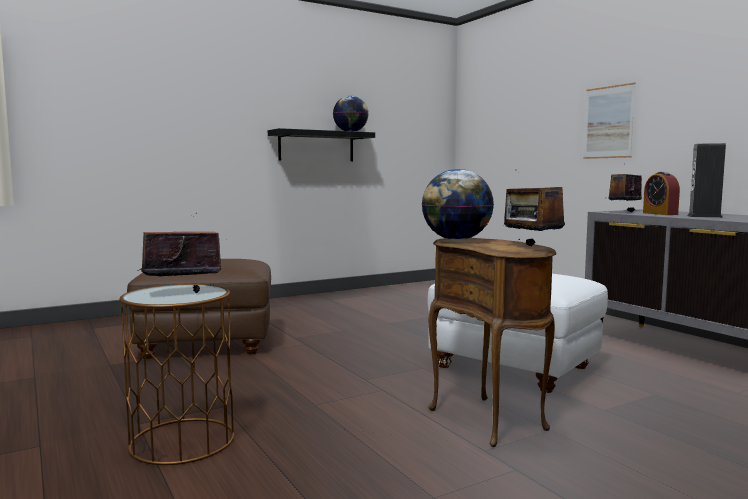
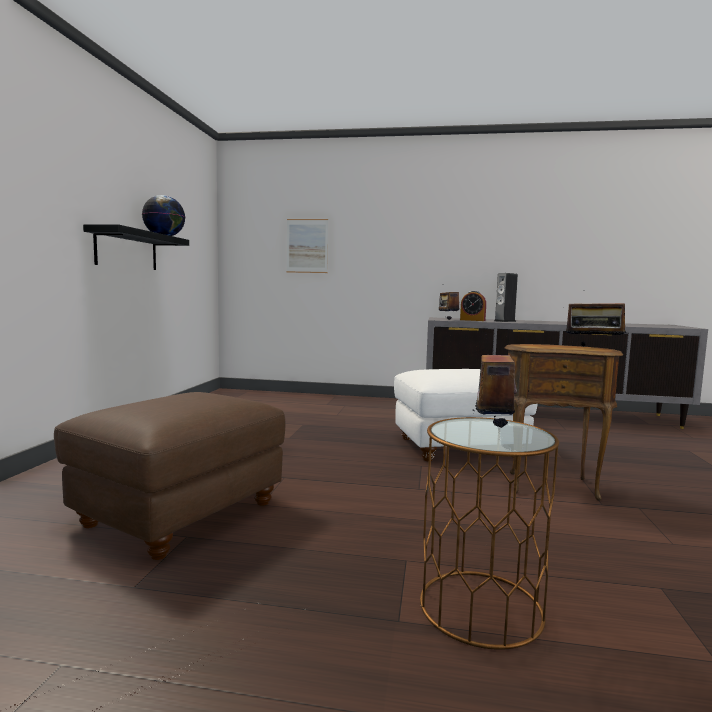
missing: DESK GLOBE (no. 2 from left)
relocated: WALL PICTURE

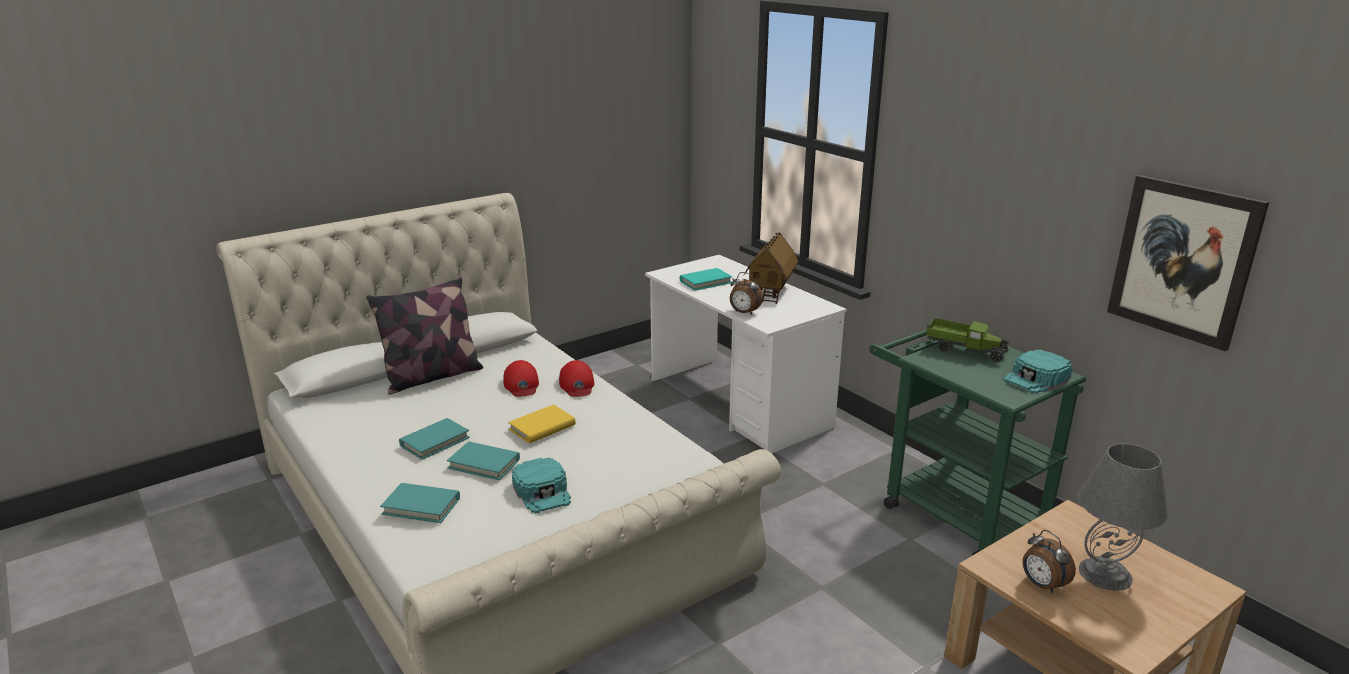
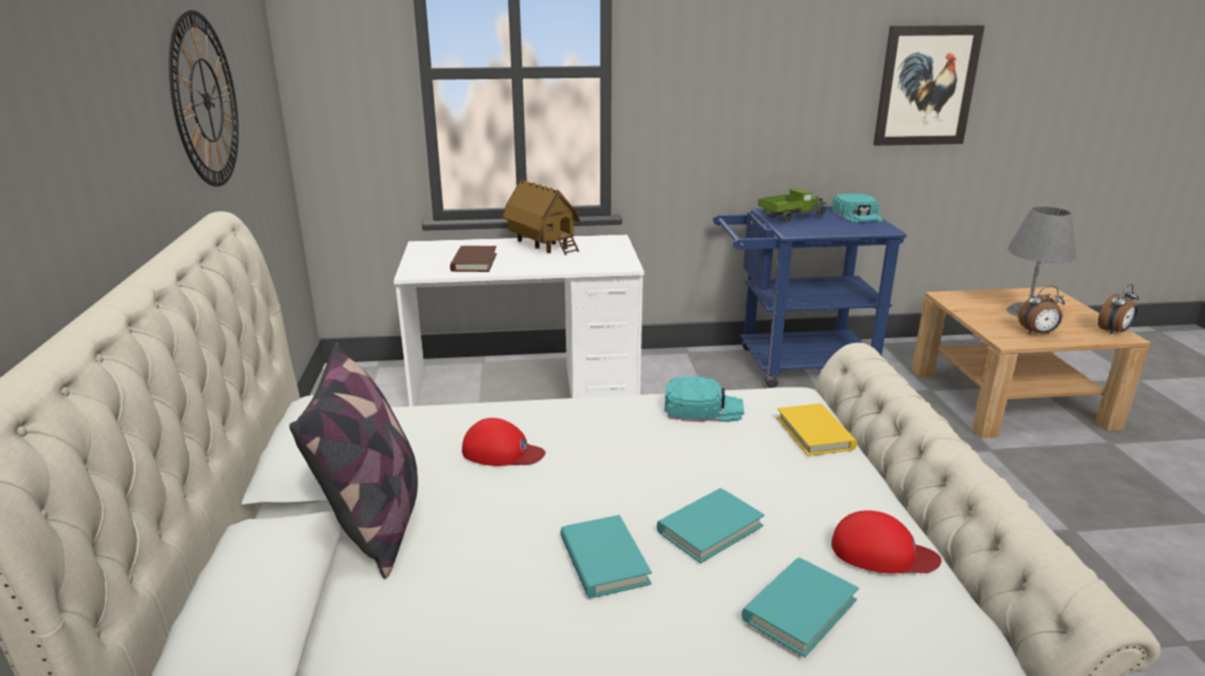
appeared: CLOCK ON THE WALL
relocated: TURQUOISE-COLOURED PEAKED CAP (no. 1 from left); YELLOWISH BOOK; RED-COLOURED PEAKED CAP (no. 2 from left); TABLE CLOCK (no. 1 from left in the first image) to TABLE CLOCK (no. 2 from left)
colour: TURQUOISE-COLOURED BOOK (no. 4 from left) to BROWN BOOK; GREEN CART to BLUE CART

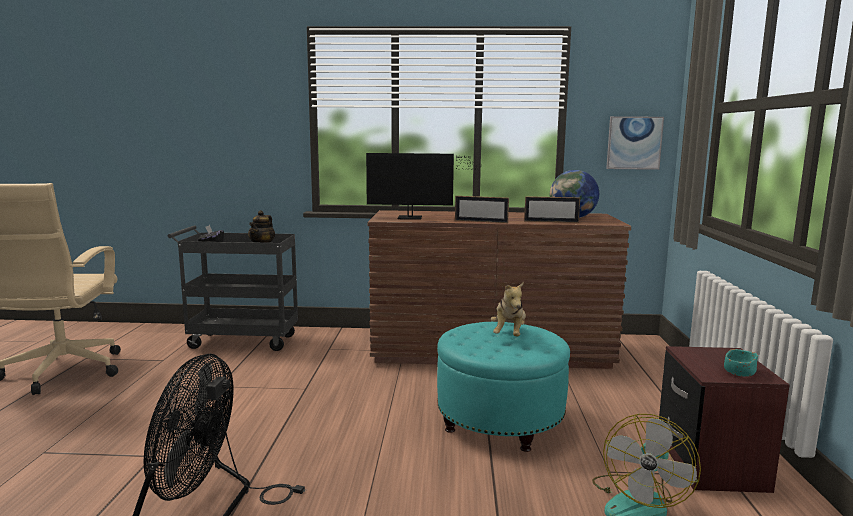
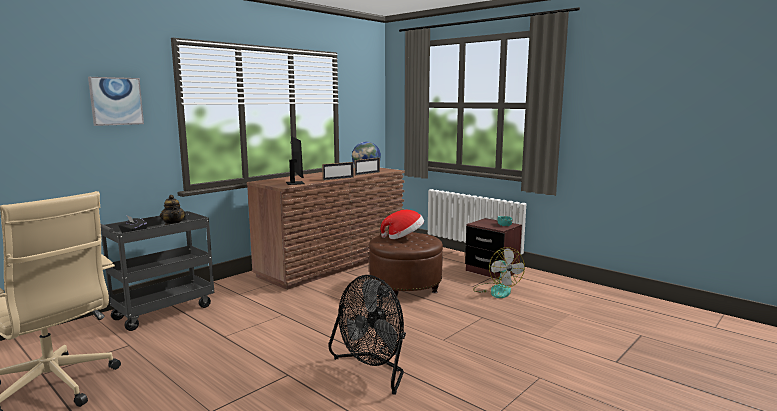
relocated: WALL PICTURE
exchanged: PLUSH TOY to WEARABLE HAT
colour: TURQUOISE-COLOURED FOOTREST to BROWN FOOTREST
spun: COMPUTER DISPLAY 60 degrees counterclockwise

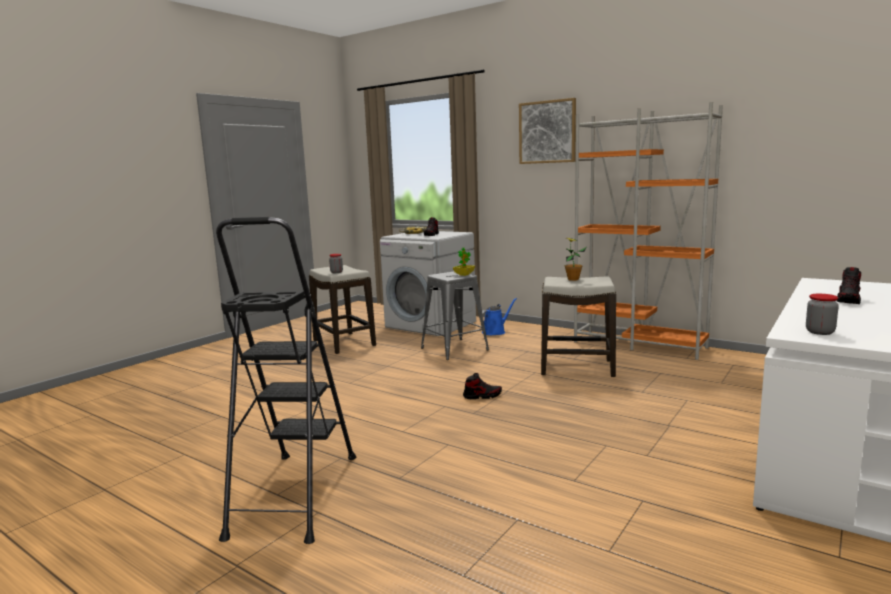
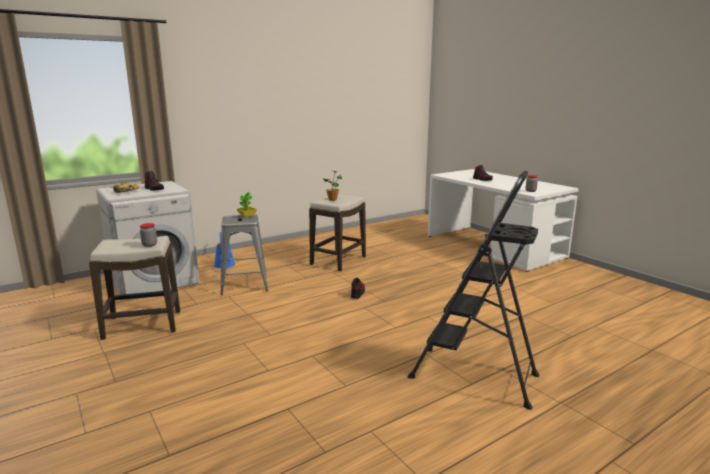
missing: WALL PICTURE; ORANGE BOOKCASE

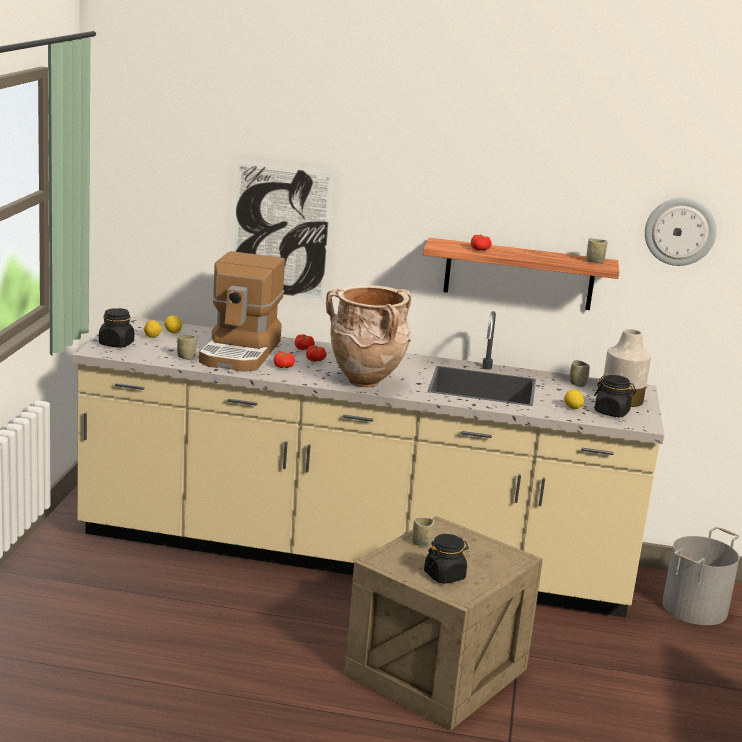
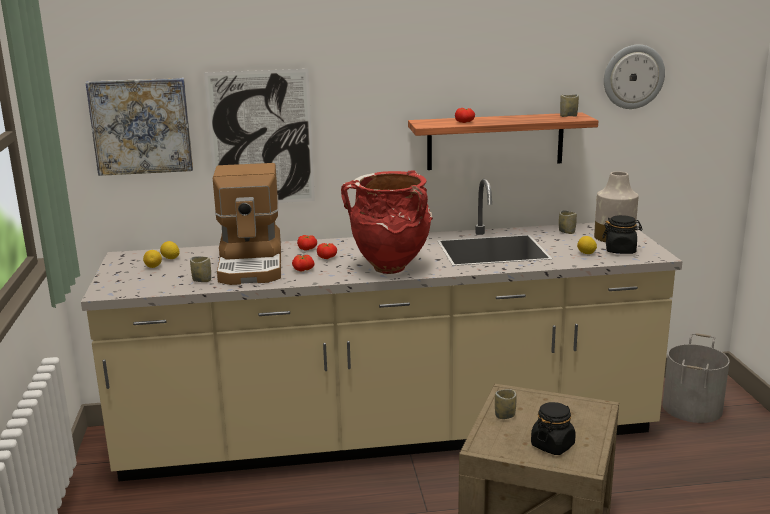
missing: BLACK-COLOURED STORAGE JAR (no. 1 from left)
appeared: WALL PICTURE (no. 1 from left)
colour: SAND-COLOURED VASE (no. 1 from left) to RED-COLOURED VASE

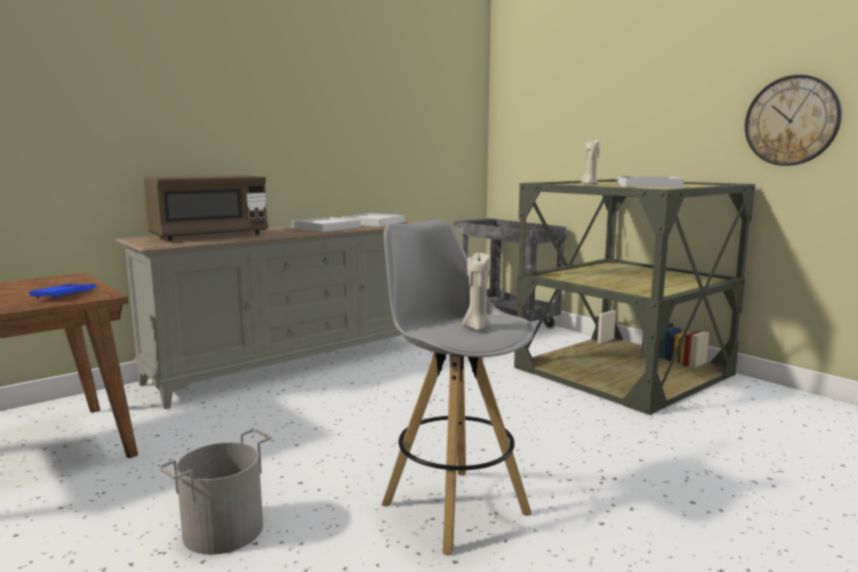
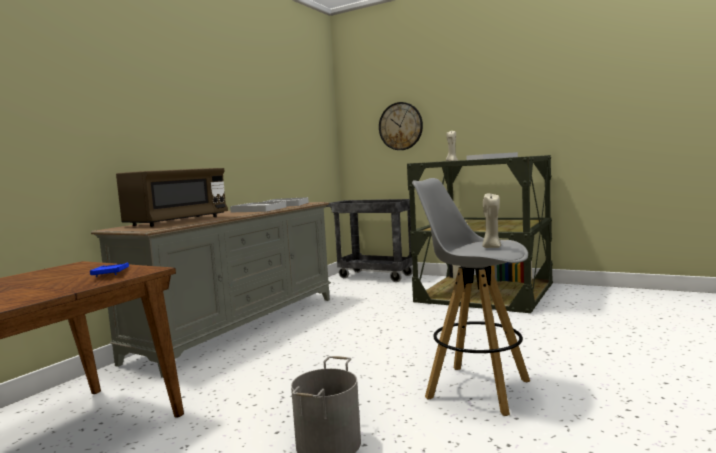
relocated: CLOCK ON THE WALL

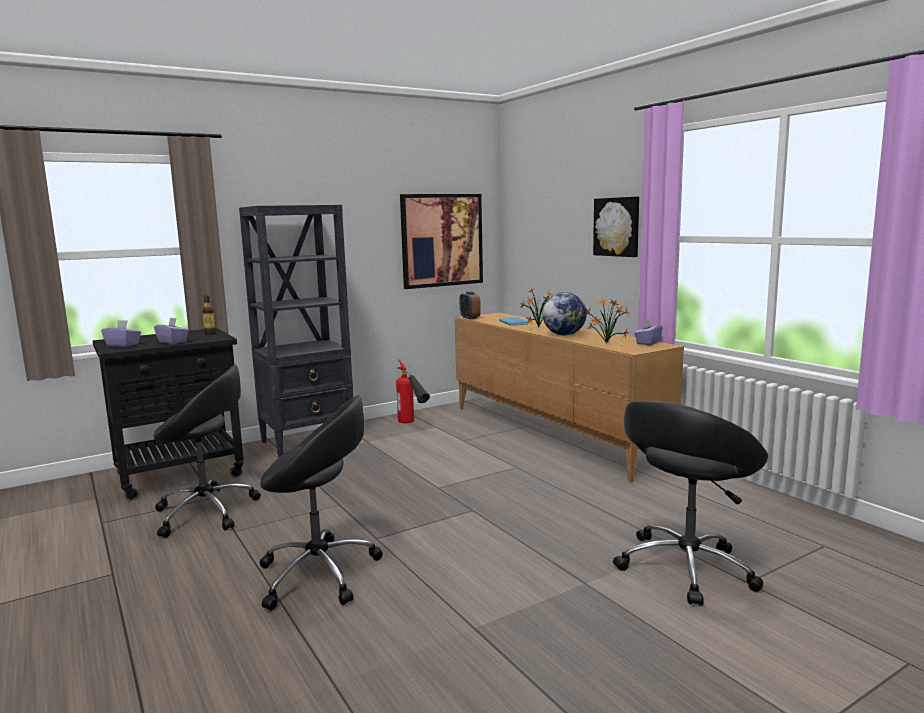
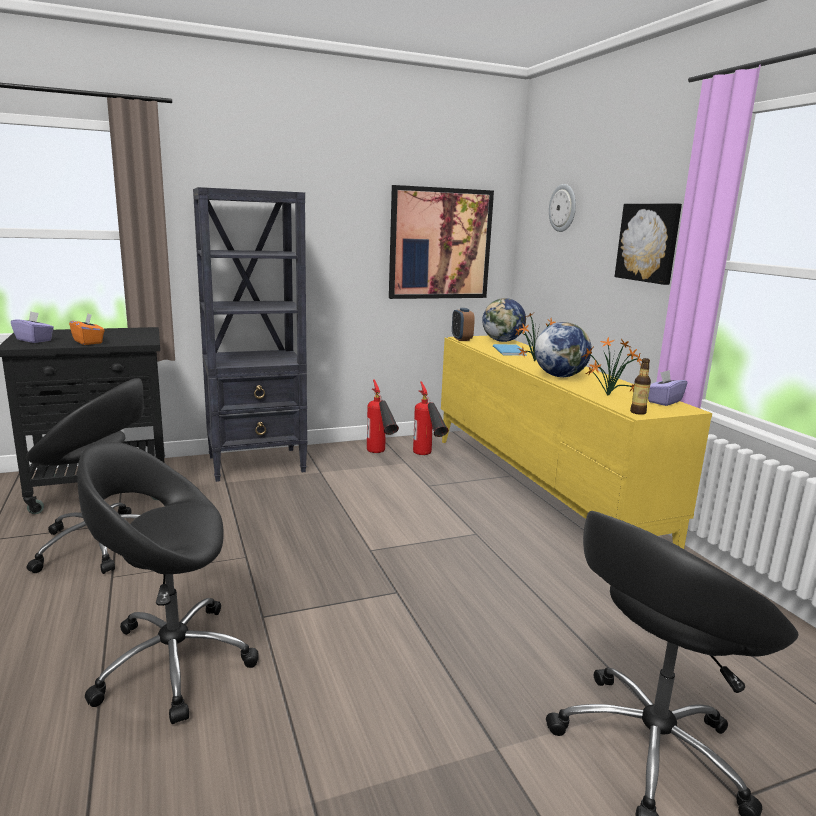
appeared: FIRE EXTINGUISHER (no. 2 from left); DESK GLOBE (no. 1 from left); CLOCK ON THE WALL
relocated: BOTTLE
colour: PURPLE-COLOURED TISSUE BOX (no. 2 from left) to ORANGE TISSUE BOX; BROWN STORAGE CABINET to YELLOWISH STORAGE CABINET
spun: BLACK-COLOURED OFFICE CHAIR (no. 2 from left) 150 degrees clockwise

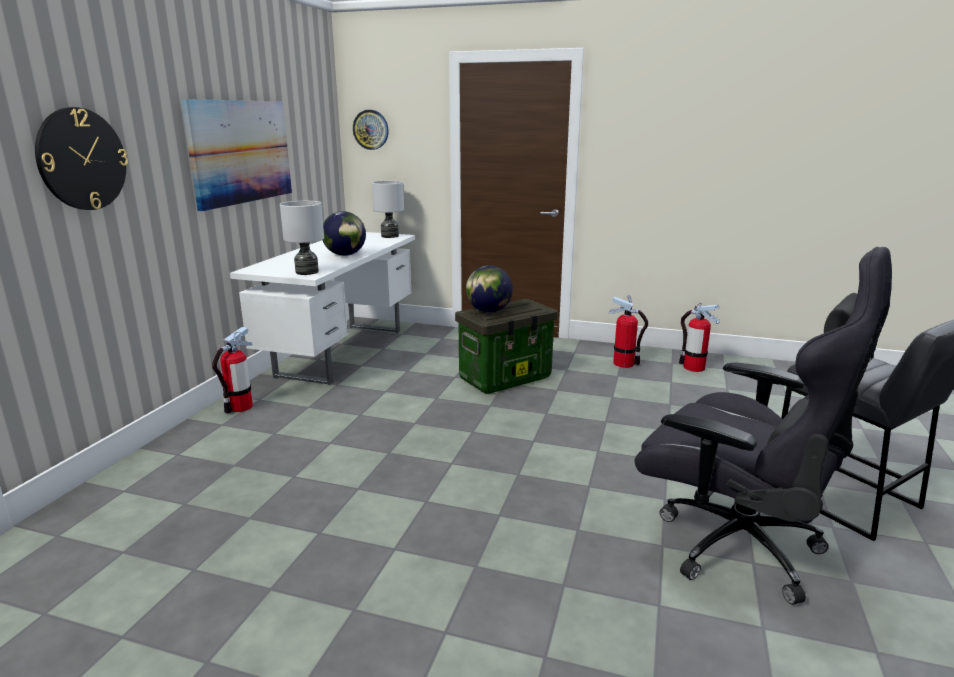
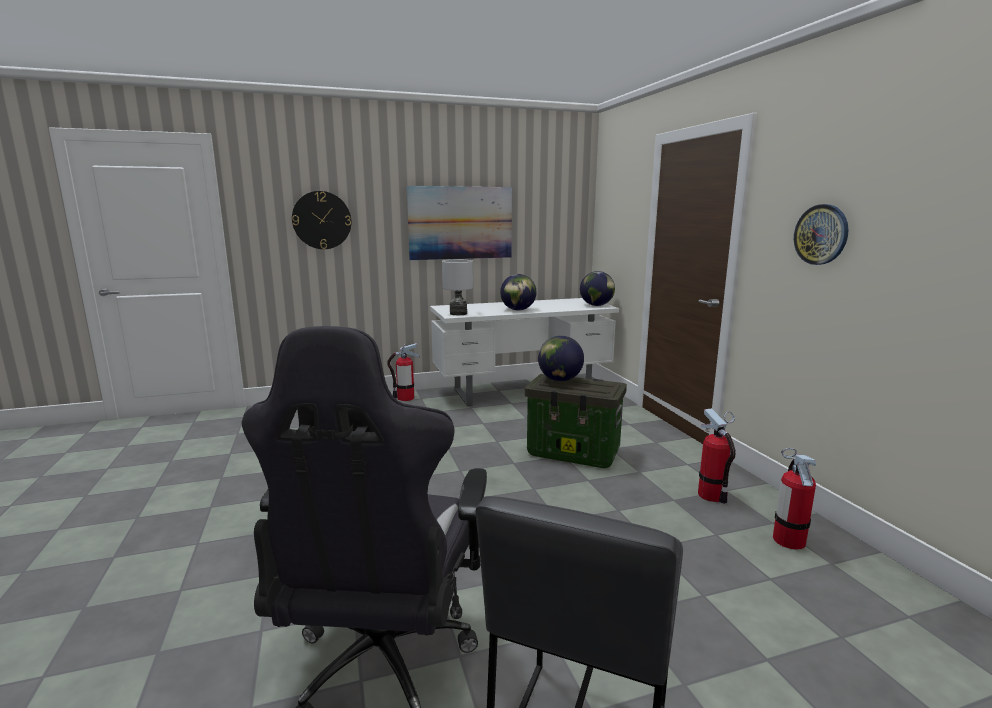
relocated: CLOCK ON THE WALL (no. 2 from left)
exchanged: GREY TABLETOP LAMP (no. 2 from left) to DESK GLOBE (no. 3 from left)

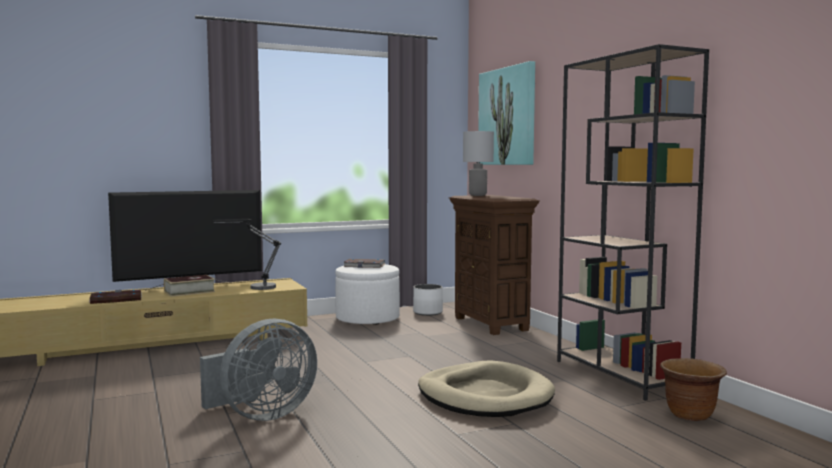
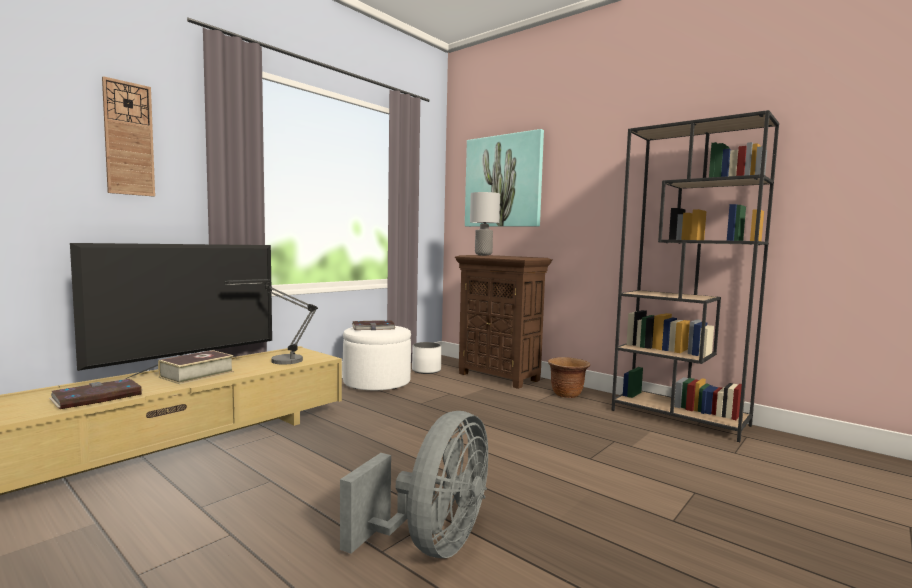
missing: SAND-COLOURED PET BED
appeared: CLOCK ON THE WALL
relocated: BROWN FLOWER POT

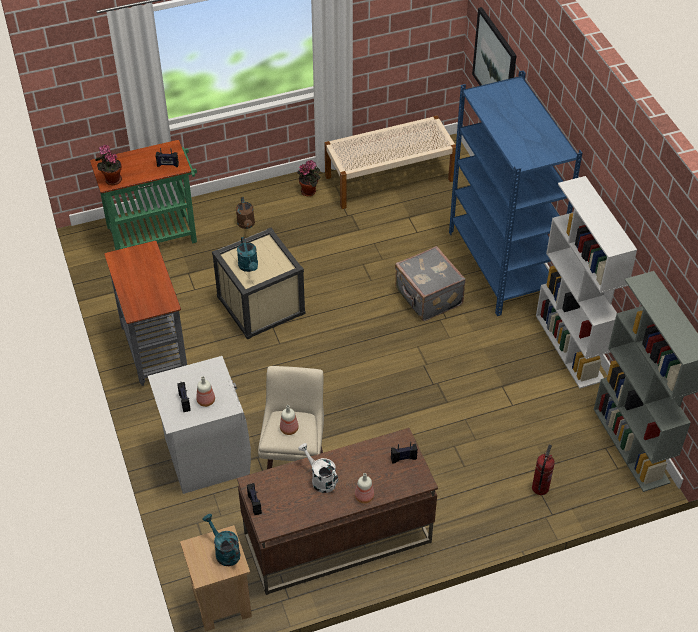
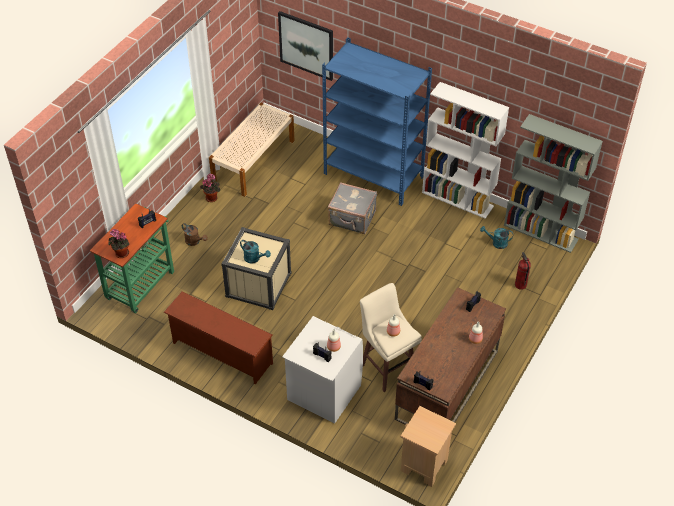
missing: WHITE WATERING POT
relocated: TURQUOISE-COLOURED WATERING POT (no. 1 from left in the first image) to TURQUOISE-COLOURED WATERING POT (no. 2 from left)
exchanged: GREY CART to BROWN SHOE STAND

